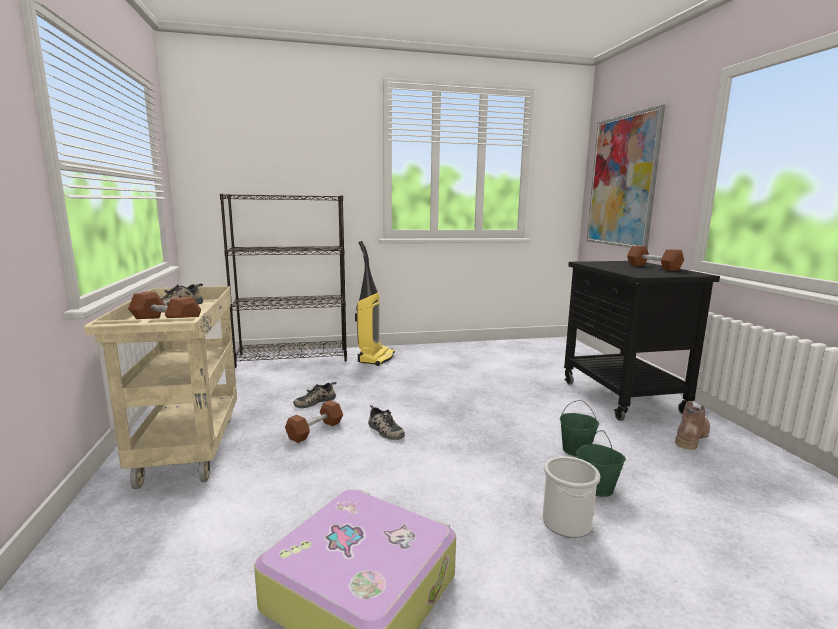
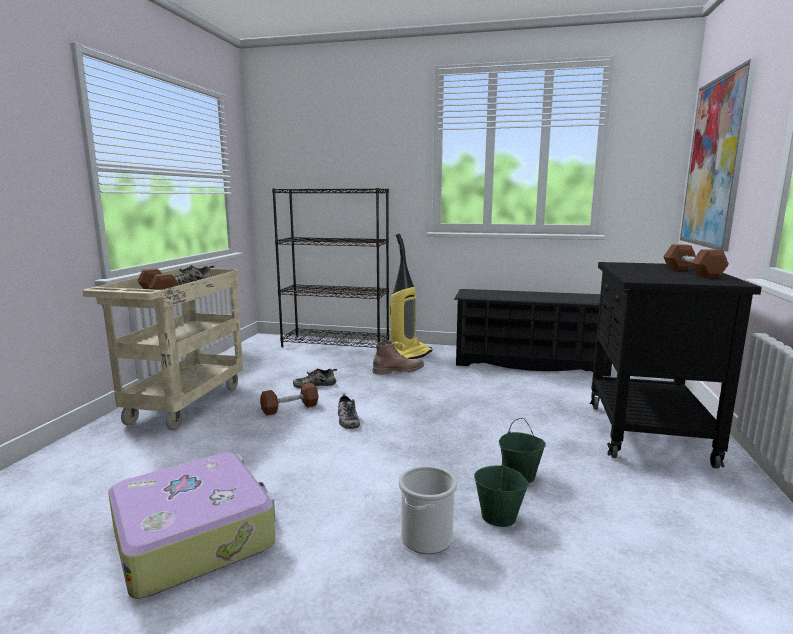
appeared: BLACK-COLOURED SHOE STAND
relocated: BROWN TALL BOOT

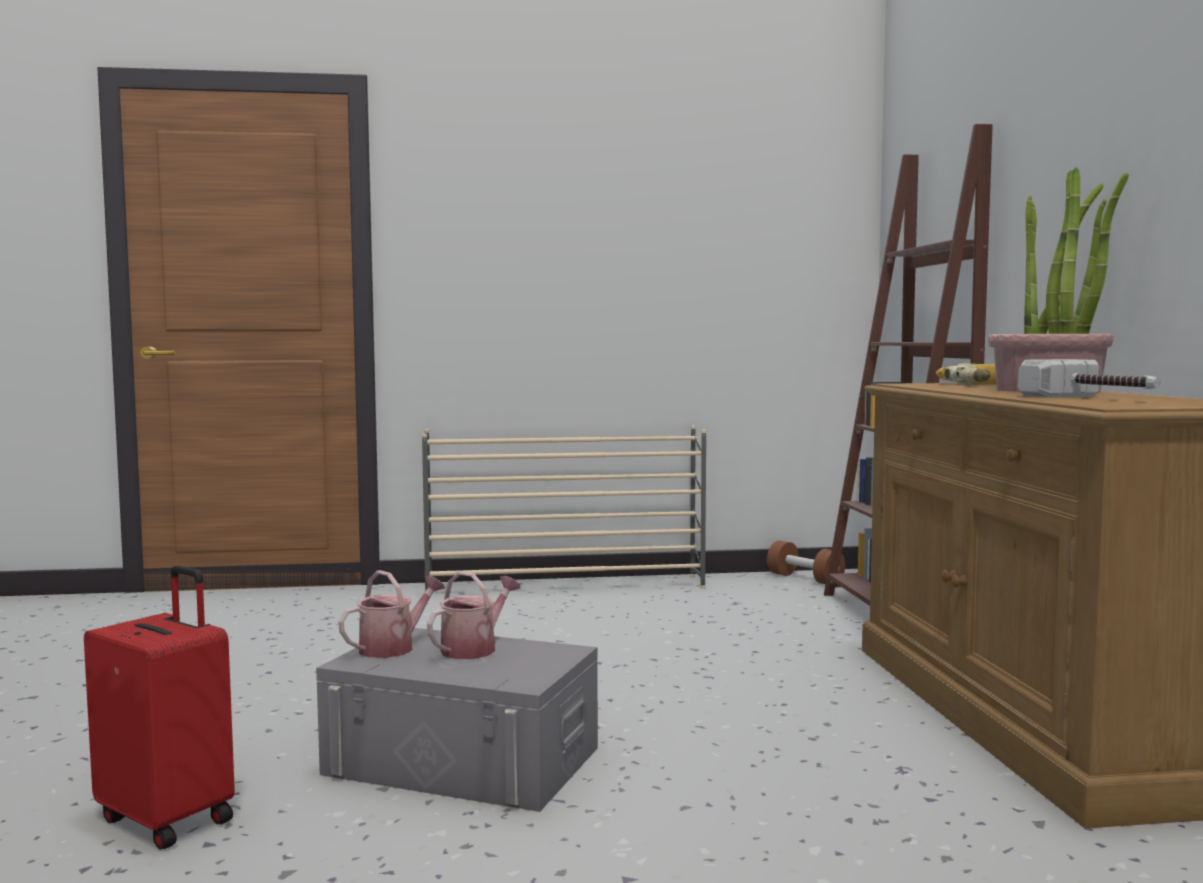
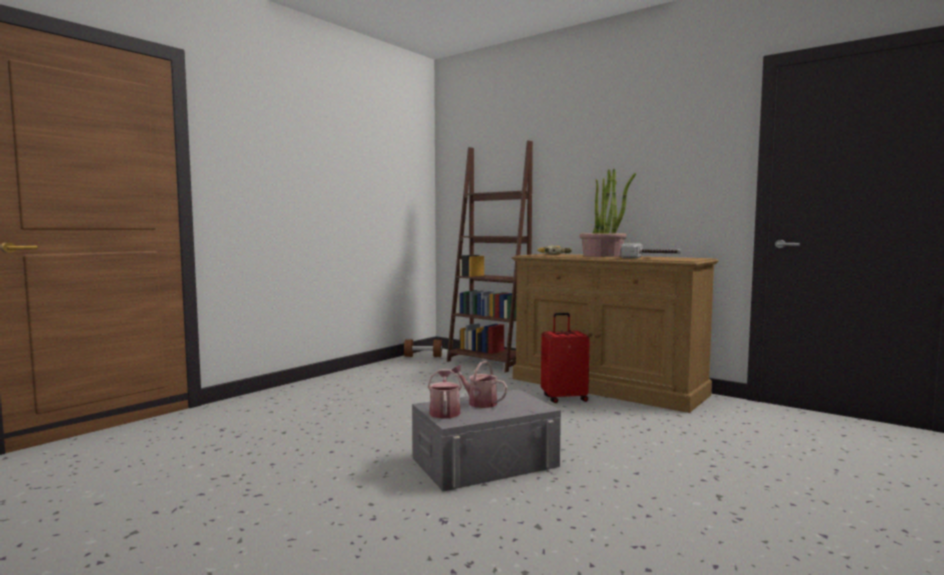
missing: SAND-COLOURED SHOE STAND
relocated: RED-COLOURED PIECE OF LUGGAGE
spun: WATERING POT (no. 2 from left) 45 degrees counterclockwise

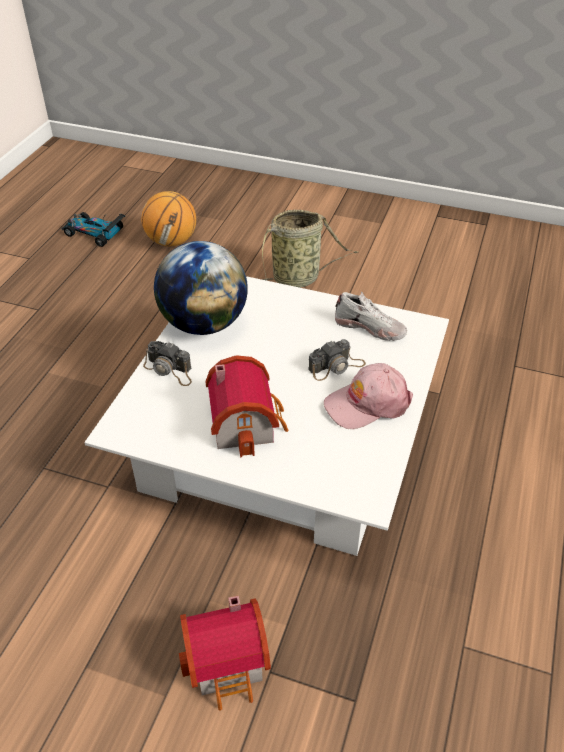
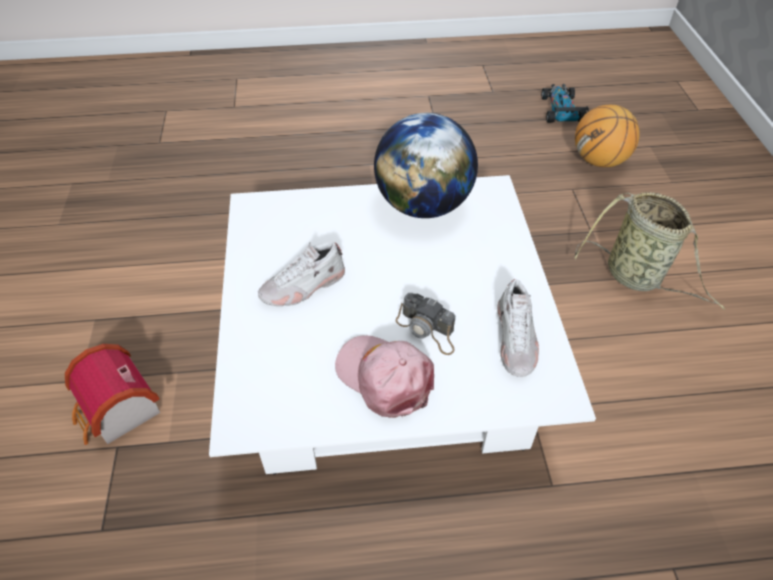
missing: STILL CAMERA (no. 1 from left)
exchanged: TOY HOUSE (no. 2 from left) to WHITE LOW SHOE (no. 1 from left)

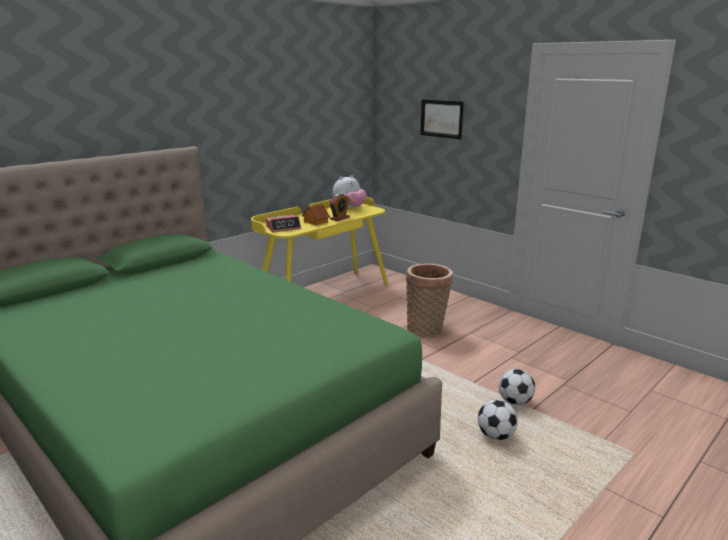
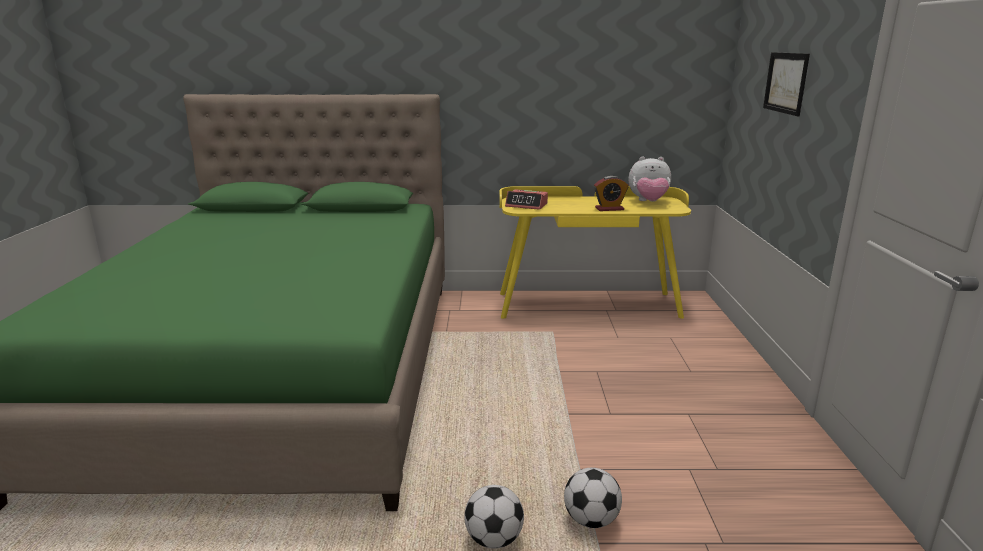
missing: TOY HOUSE; STORAGE BASKET

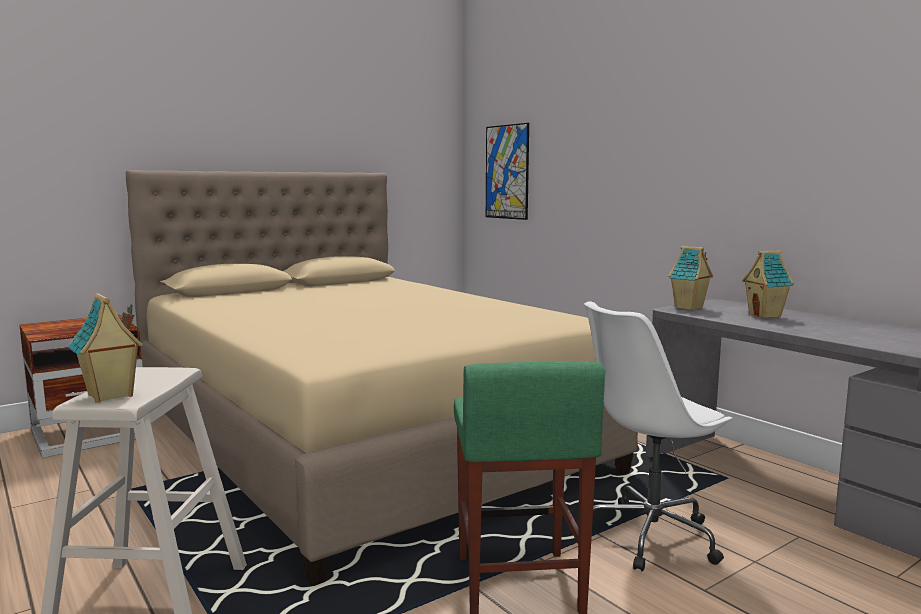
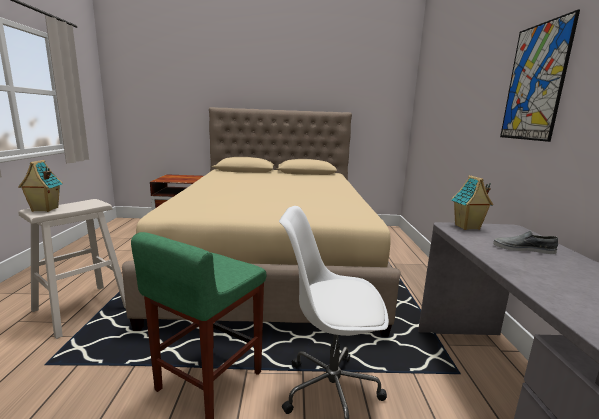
relocated: WALL PICTURE
exchanged: TOY HOUSE (no. 3 from left) to GREY LOW SHOE

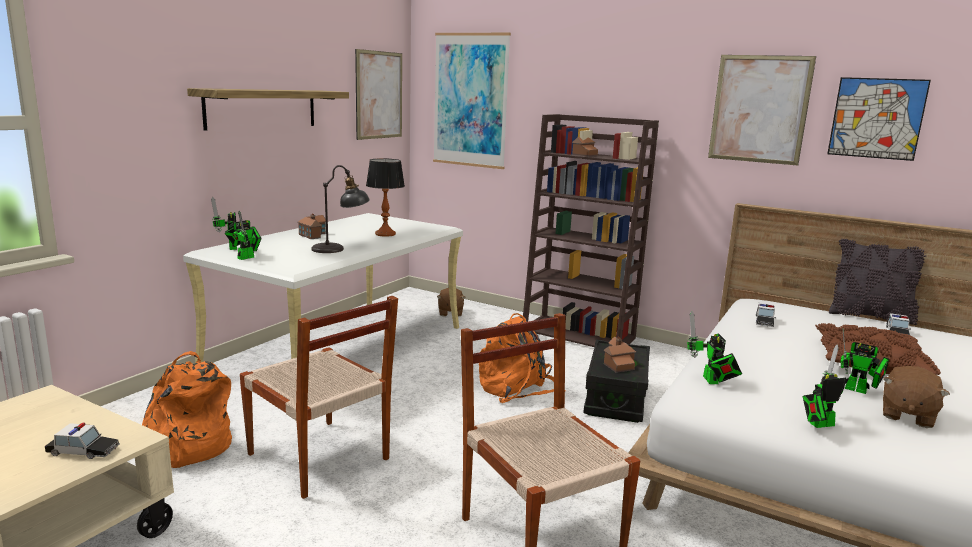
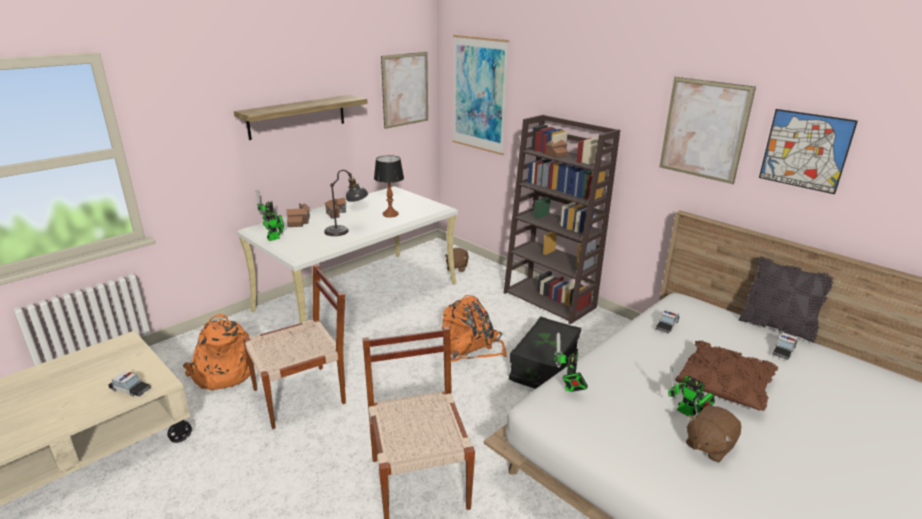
missing: ROBOT FIGURE (no. 4 from left)
relocated: TOY HOUSE (no. 3 from left in the first image) to TOY HOUSE (no. 1 from left)
spun: PLAIN CHAIR (no. 1 from left) 90 degrees counterclockwise

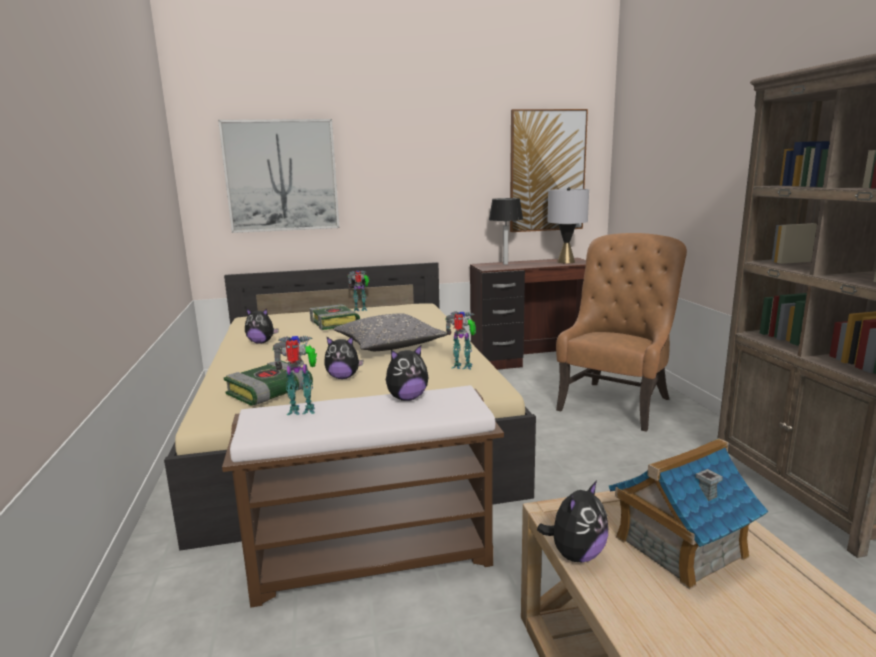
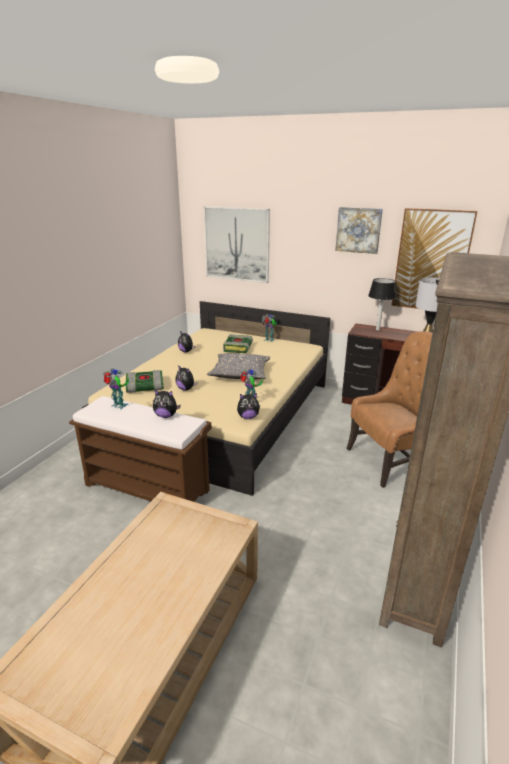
missing: TOY HOUSE
appeared: WALL PICTURE (no. 2 from left)
relocated: PLUSH TOY (no. 4 from left)

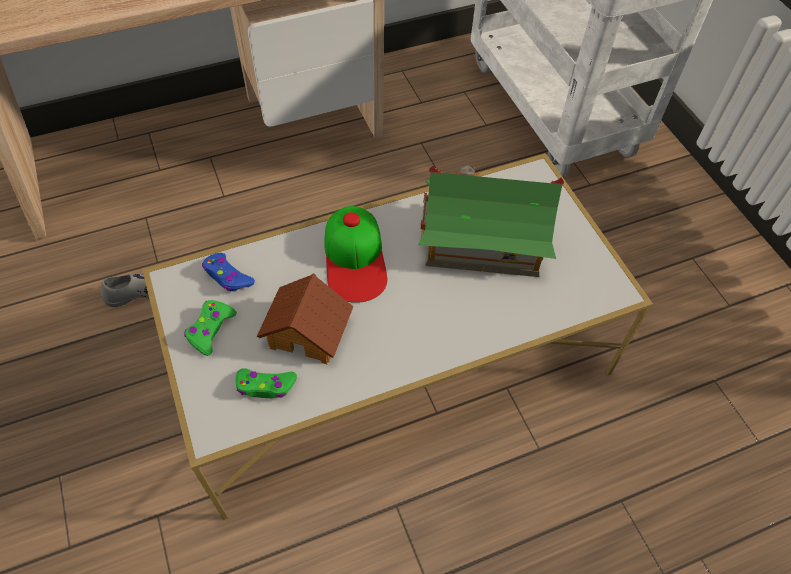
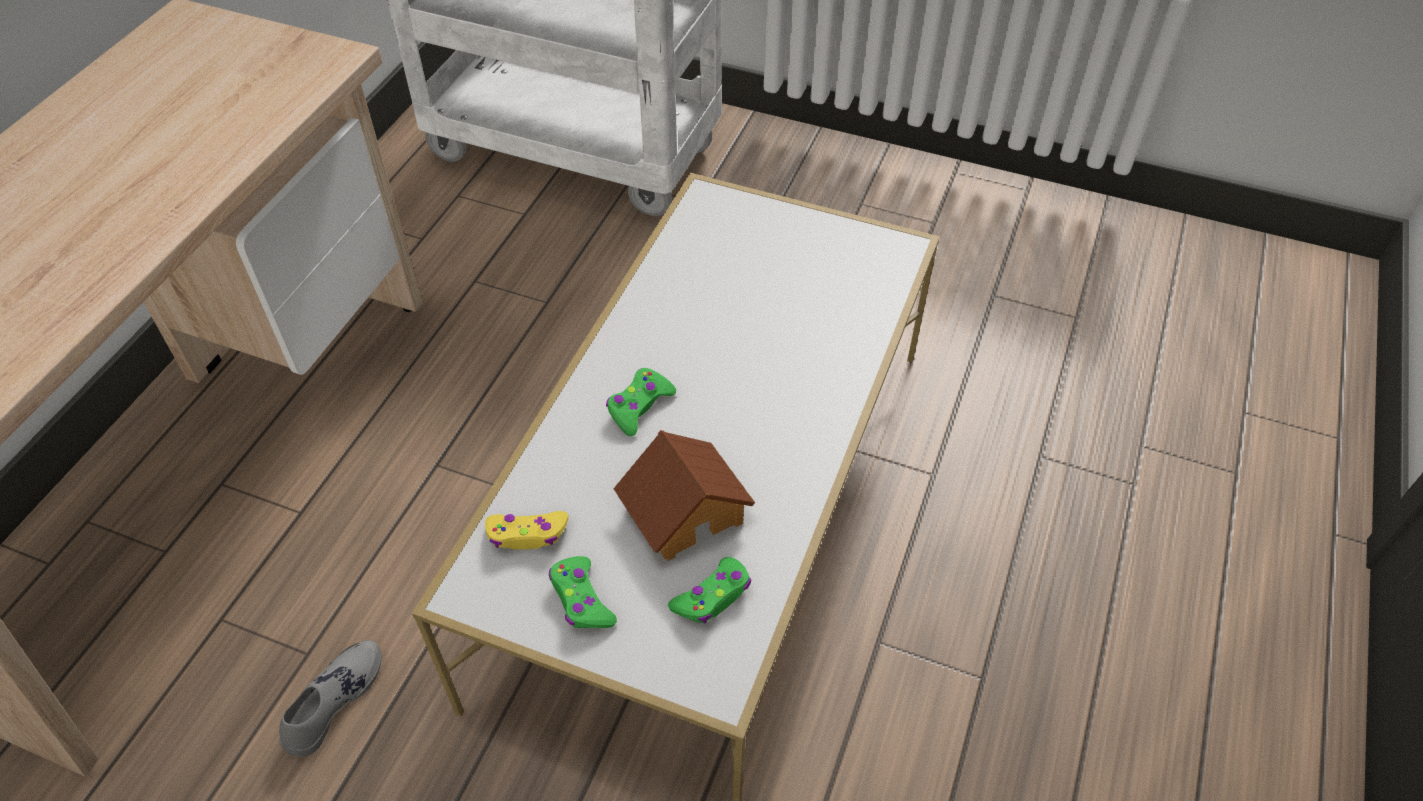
missing: TOY HOUSE (no. 2 from left)
exchanged: PEAKED CAP to GREEN GAME CONTROLLER (no. 2 from left)
colour: BLUE GAME CONTROLLER to YELLOWISH GAME CONTROLLER

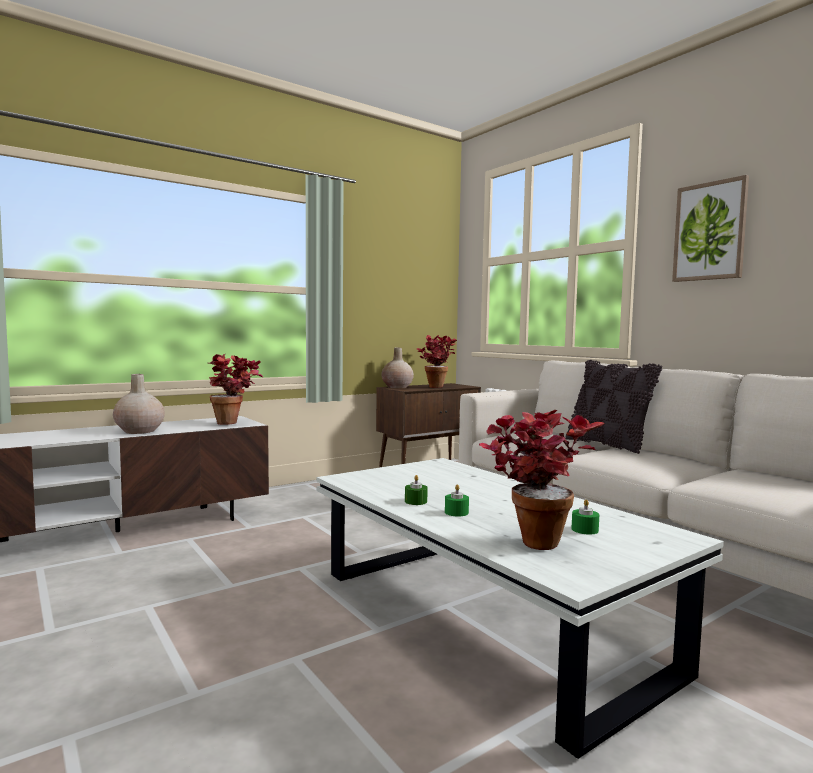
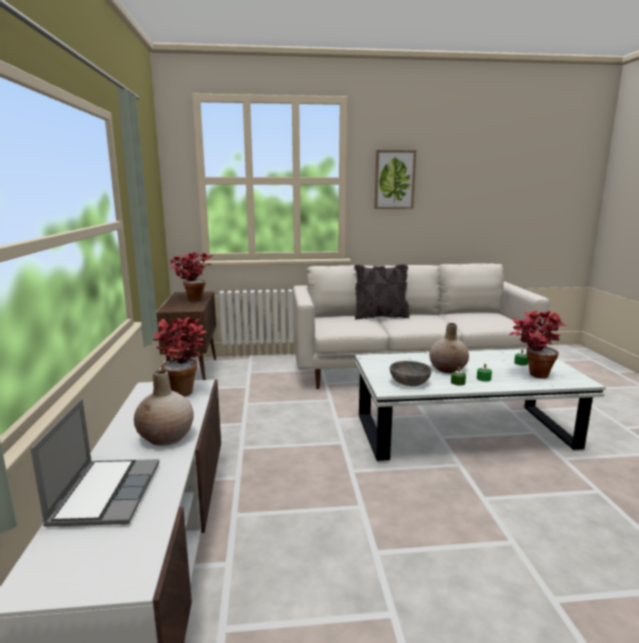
appeared: NOTEBOOK COMPUTER; GREY SERVING BOWL
relocated: SAND-COLOURED VASE (no. 2 from left)

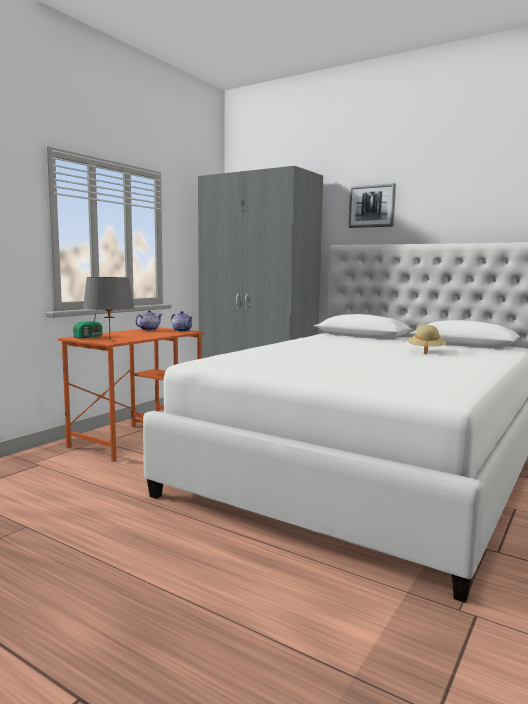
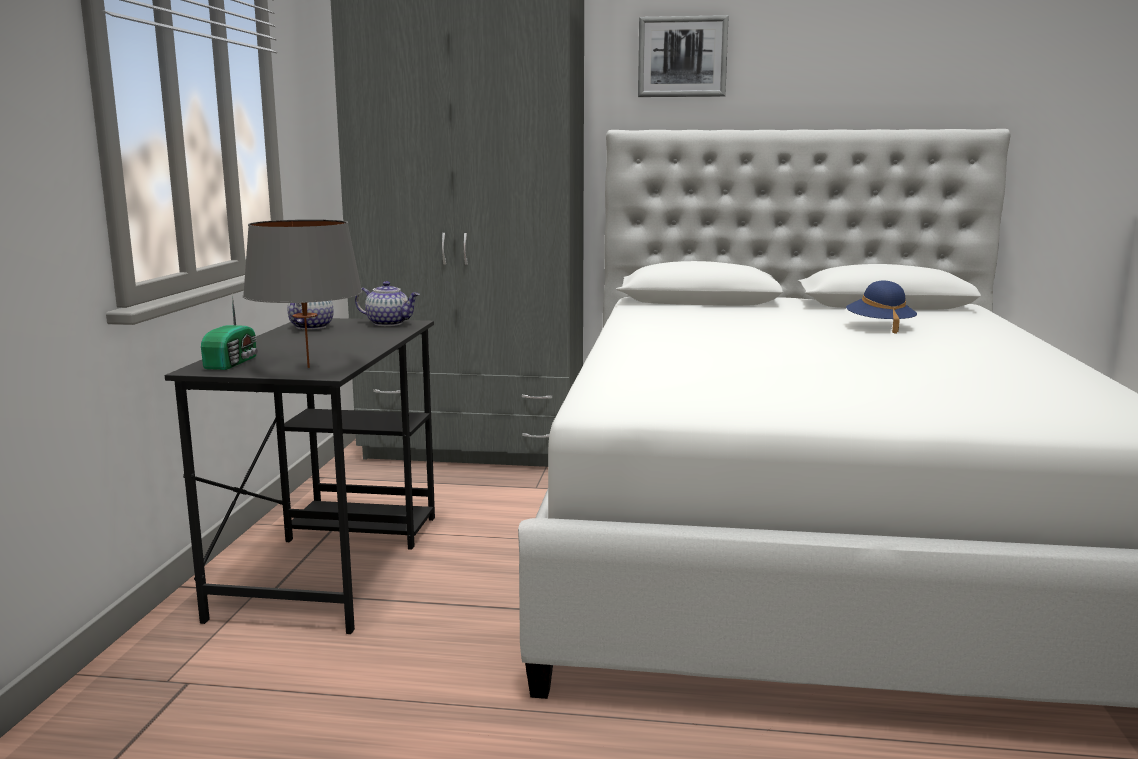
colour: ORANGE DESK to BLACK-COLOURED DESK; SAND-COLOURED WEARABLE HAT to BLUE WEARABLE HAT

